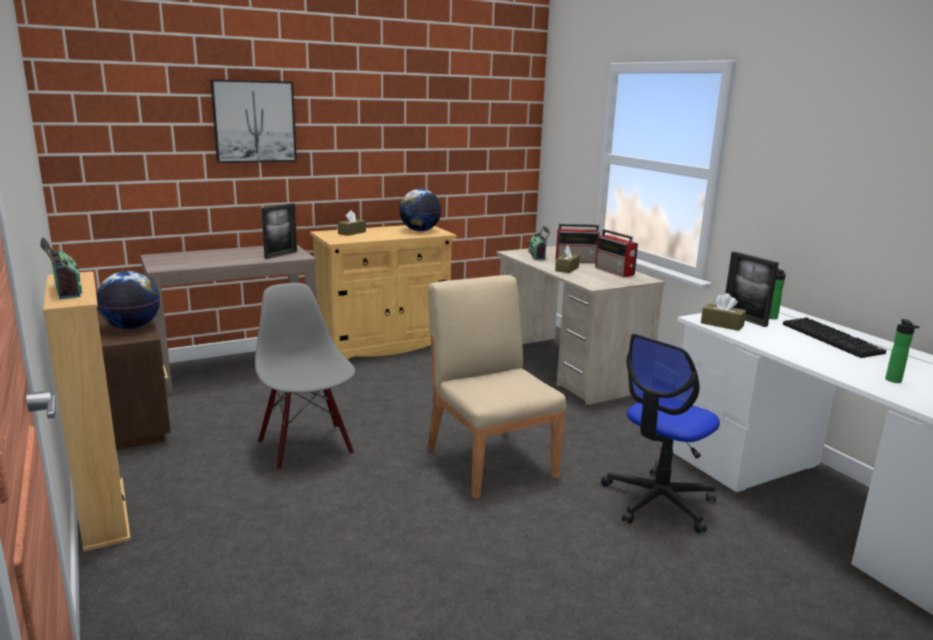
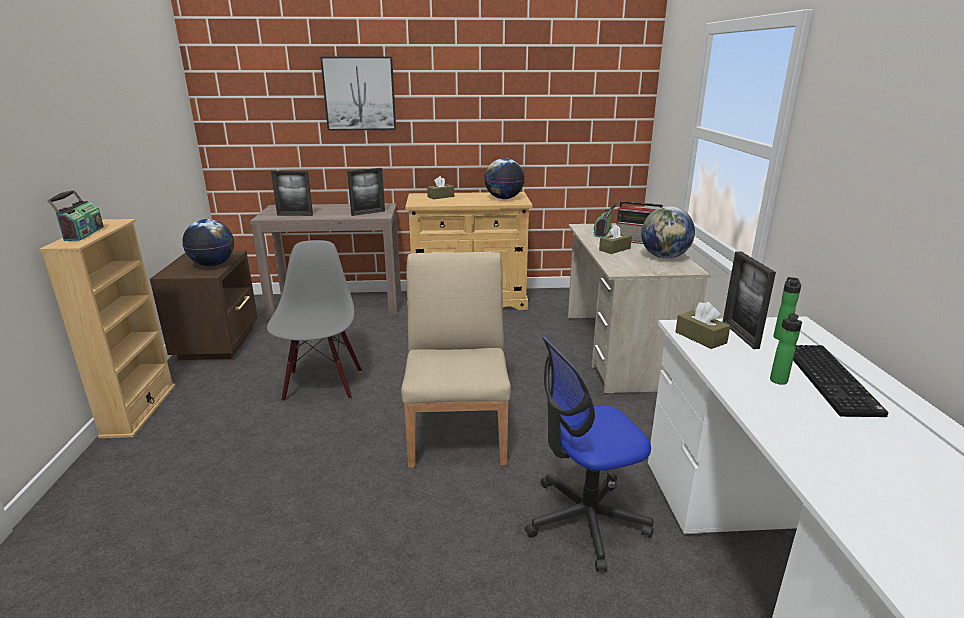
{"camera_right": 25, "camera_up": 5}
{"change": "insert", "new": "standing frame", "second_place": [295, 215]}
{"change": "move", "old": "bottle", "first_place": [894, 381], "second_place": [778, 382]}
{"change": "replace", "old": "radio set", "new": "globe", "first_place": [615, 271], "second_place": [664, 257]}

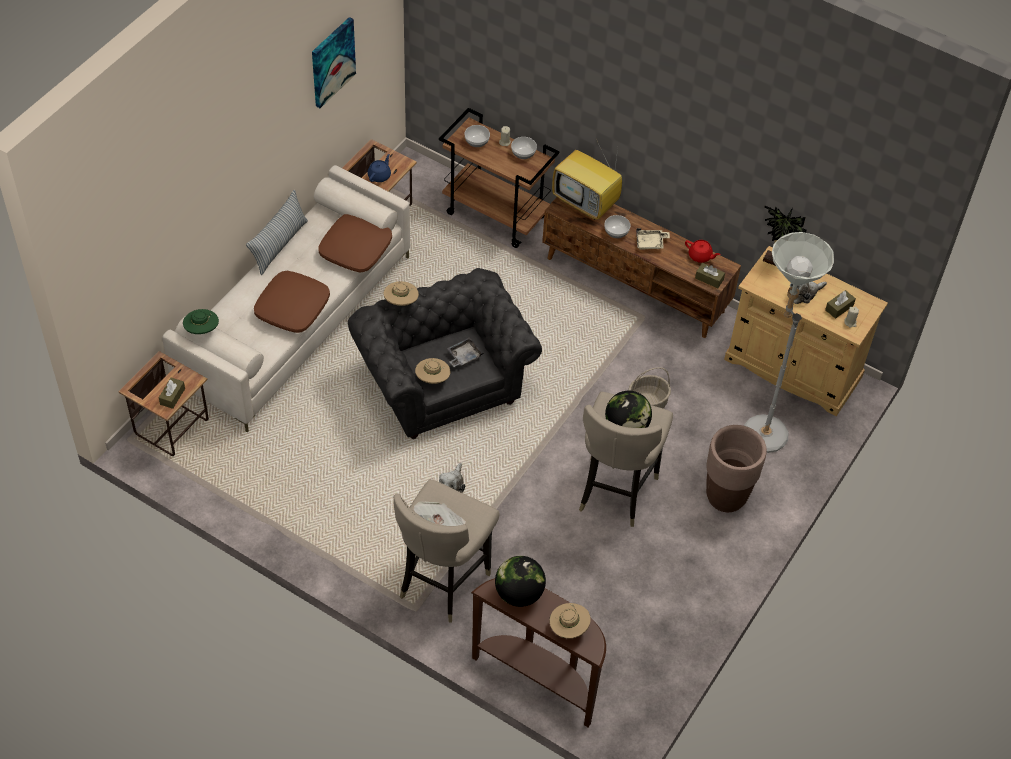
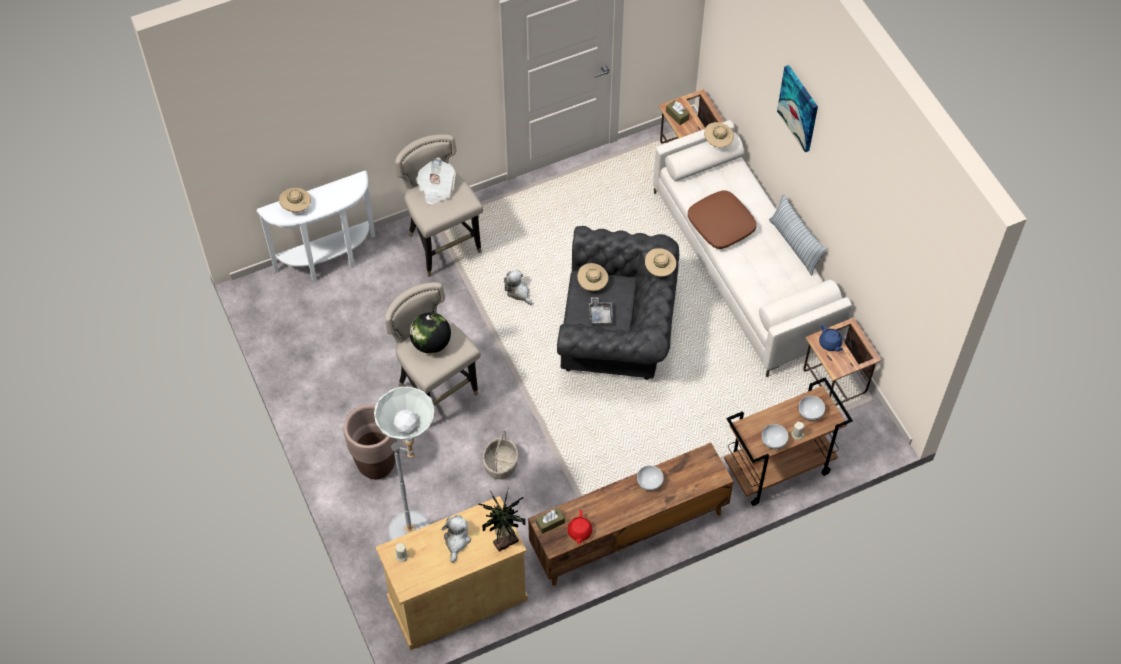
{"camera_right": 125, "camera_up": 5}
{"change": "delete", "old": "brown-coloured pillow", "first_place": [355, 248]}
{"change": "delete", "old": "globe", "first_place": [519, 594]}
{"change": "delete", "old": "TV set", "first_place": [586, 203]}
{"change": "delete", "old": "sand-coloured carrying tray", "first_place": [650, 243]}
{"change": "delete", "old": "brown-coloured tissue box", "first_place": [839, 308]}
{"change": "move", "old": "wall art", "first_place": [332, 62], "second_place": [799, 108]}
{"change": "recolor", "old": "green-coloured wearable hat", "new": "sand-coloured wearable hat", "first_place": [202, 330], "second_place": [718, 142]}
{"change": "recolor", "old": "brown-coloured console table", "new": "whitish console table", "first_place": [539, 678], "second_place": [329, 262]}
{"change": "rotate", "old": "red pot for tea", "first_place": [700, 256], "second_place": [579, 532], "degrees": -60}

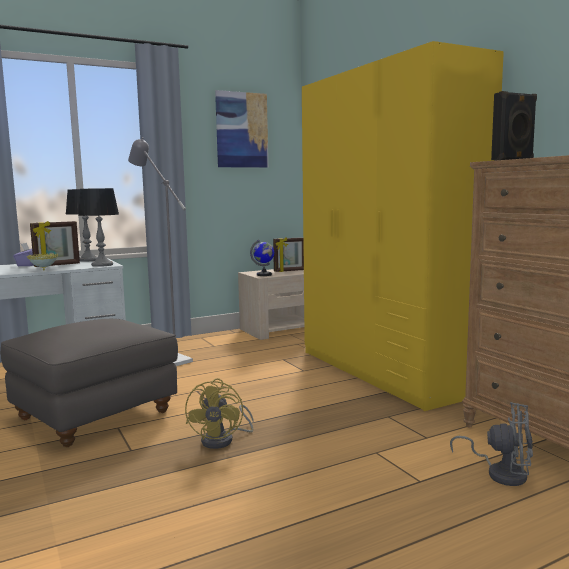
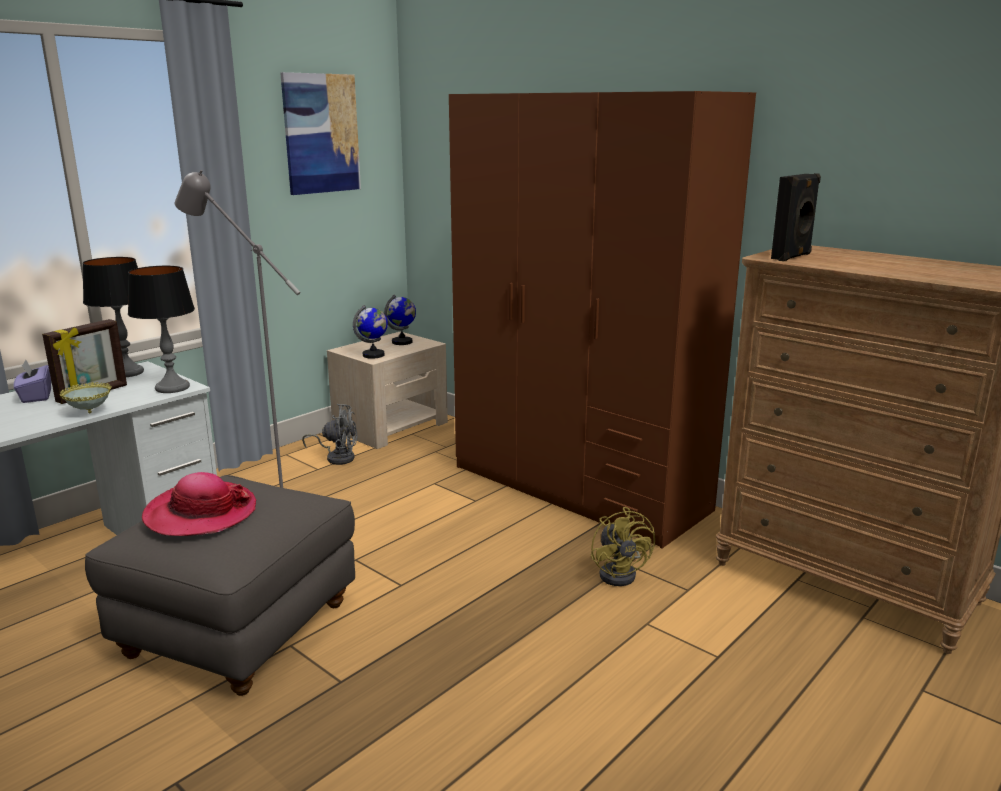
{"camera_right": -20, "camera_up": 10}
{"change": "insert", "new": "wearable hat", "second_place": [201, 513]}
{"change": "move", "old": "yellow fan", "first_place": [223, 440], "second_place": [621, 573]}
{"change": "move", "old": "greyish fan", "first_place": [501, 473], "second_place": [337, 457]}
{"change": "replace", "old": "standing frame", "new": "globe", "first_place": [290, 271], "second_place": [402, 342]}
{"change": "recolor", "old": "yellow wardrobe", "new": "brown-coloured wardrobe", "first_place": [385, 371], "second_place": [578, 488]}

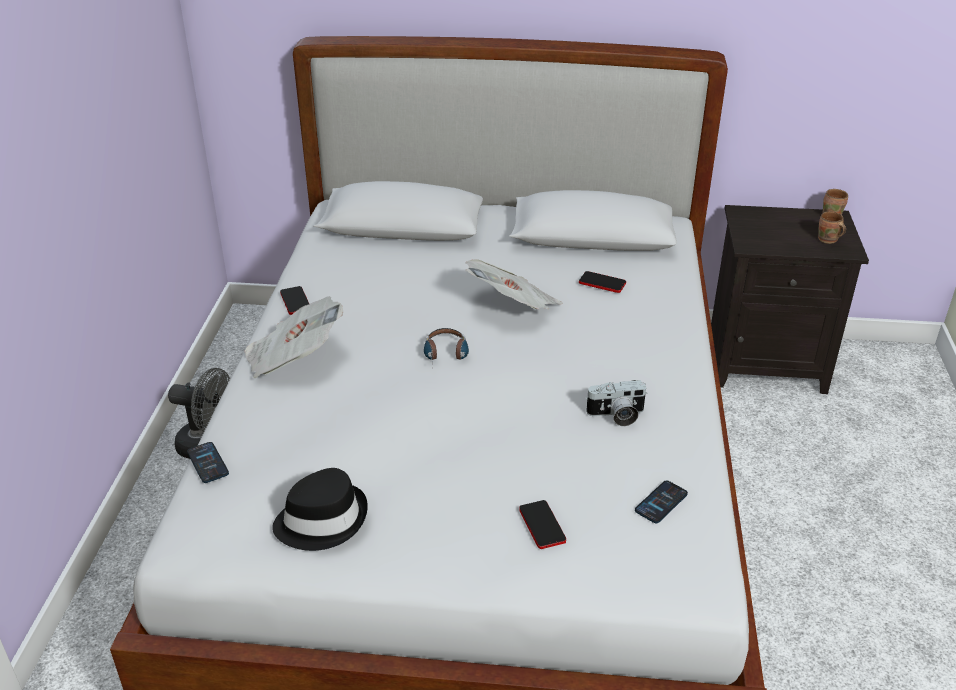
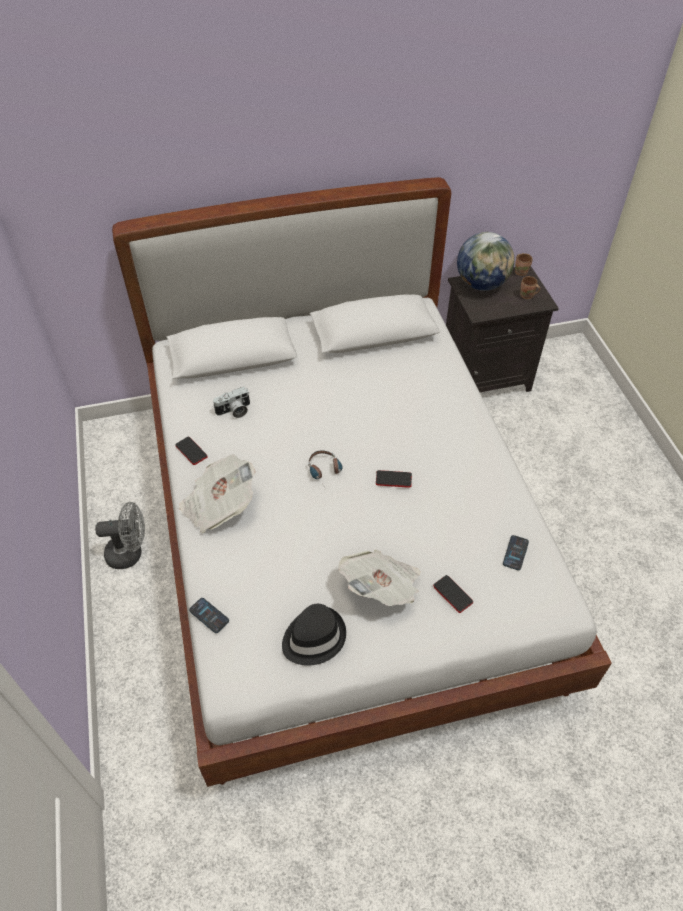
{"camera_right": -20, "camera_up": 15}
{"change": "insert", "new": "globe", "second_place": [481, 284]}
{"change": "move", "old": "newspaper", "first_place": [513, 307], "second_place": [382, 587]}
{"change": "move", "old": "telephone", "first_place": [602, 283], "second_place": [393, 479]}
{"change": "move", "old": "still camera", "first_place": [616, 415], "second_place": [234, 411]}

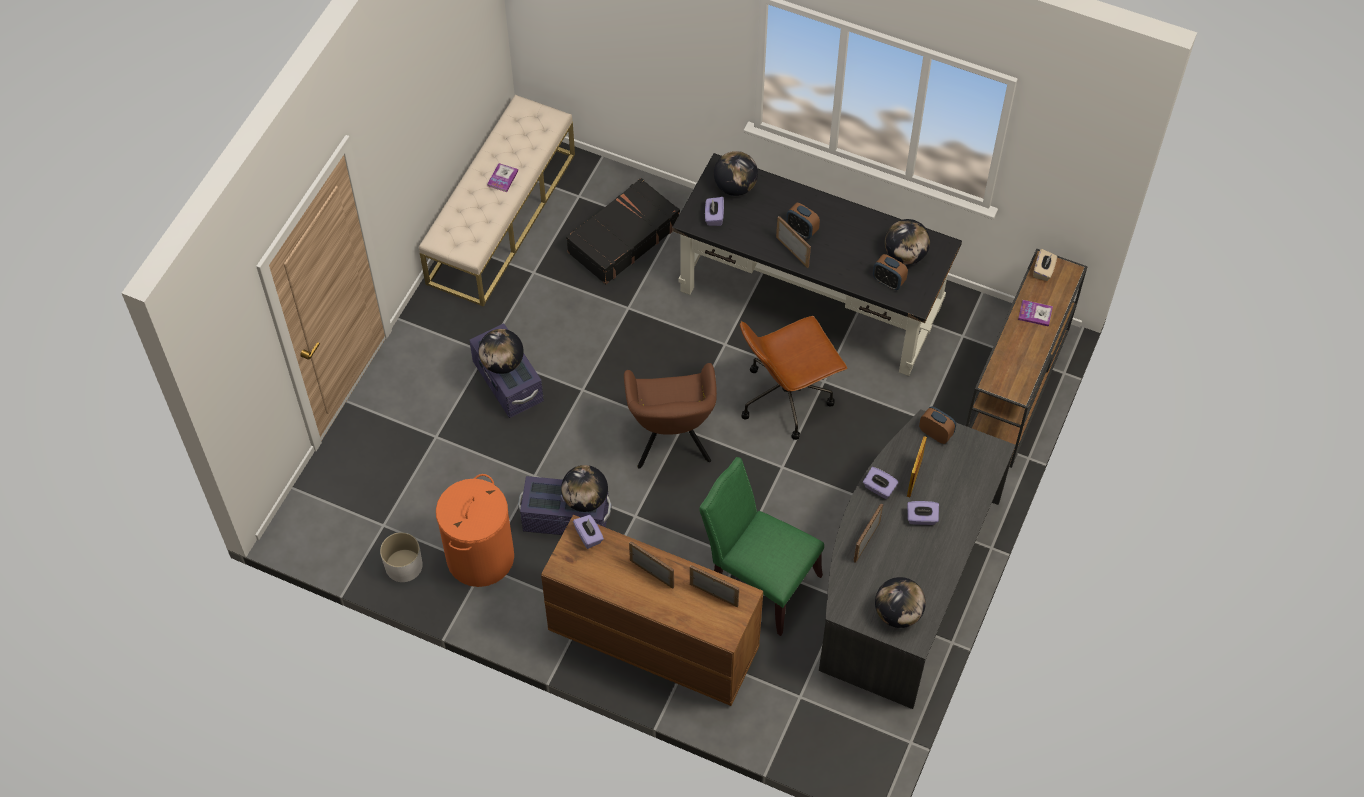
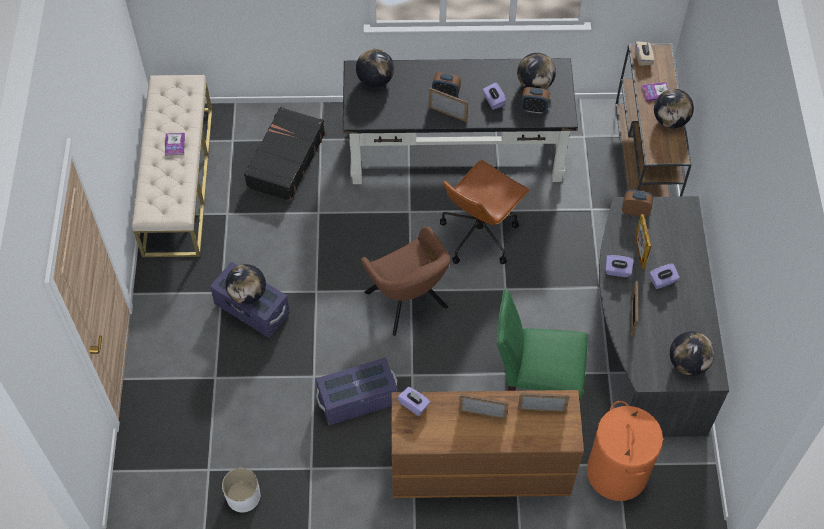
{"camera_right": -25, "camera_up": 0}
{"change": "move", "old": "orange washing basket", "first_place": [480, 556], "second_place": [616, 472]}
{"change": "move", "old": "globe", "first_place": [585, 499], "second_place": [670, 120]}
{"change": "move", "old": "purple tissue box", "first_place": [714, 217], "second_place": [493, 101]}

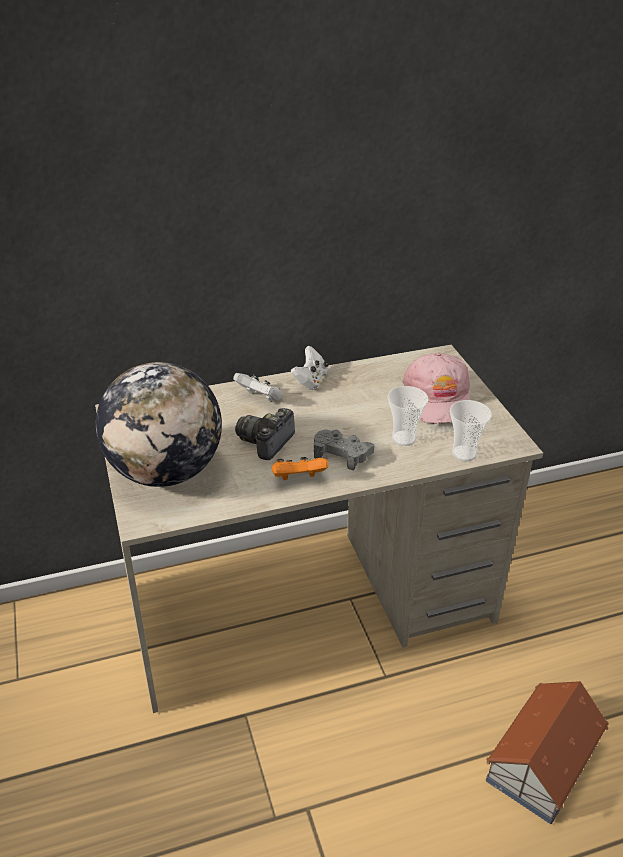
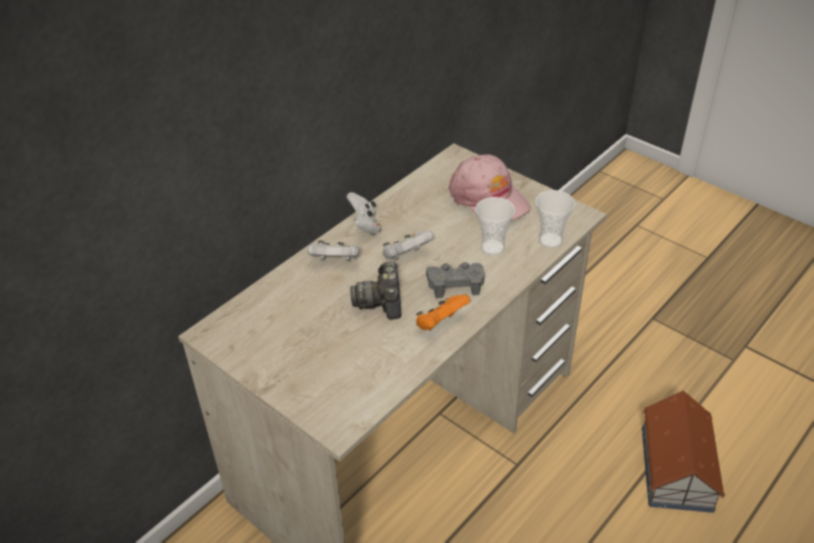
{"camera_right": -30, "camera_up": 5}
{"change": "delete", "old": "globe", "first_place": [166, 471]}
{"change": "insert", "new": "whitish gamepad", "second_place": [406, 256]}

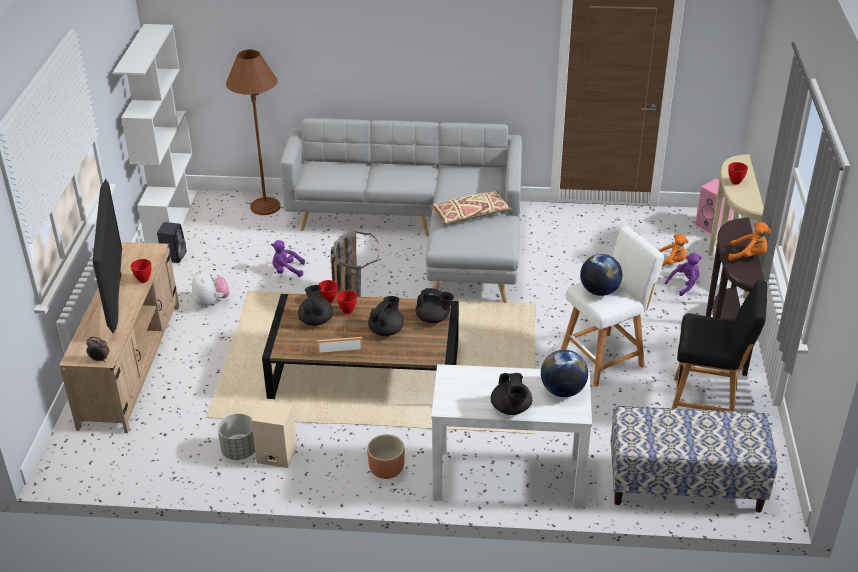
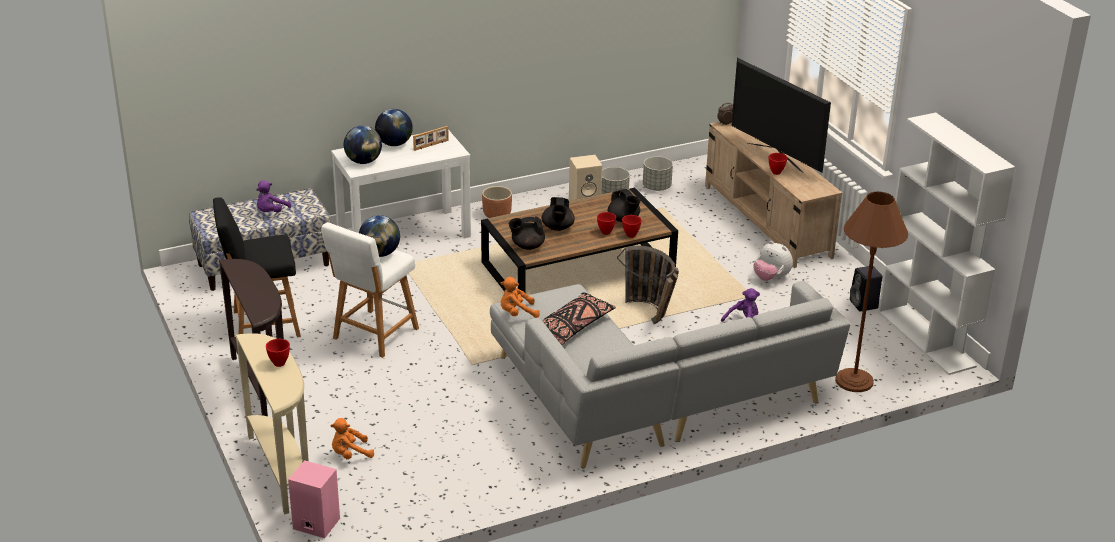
{"camera_right": 150, "camera_up": -5}
{"change": "insert", "new": "greyish plant pot", "second_place": [656, 187]}
{"change": "move", "old": "standing frame", "first_place": [340, 352], "second_place": [431, 145]}
{"change": "move", "old": "purple plush toy", "first_place": [684, 284], "second_place": [271, 212]}
{"change": "move", "old": "orange plush toy", "first_place": [749, 255], "second_place": [517, 313]}
{"change": "replace", "old": "black-coloured pot for tea", "new": "globe", "first_place": [511, 409], "second_place": [394, 144]}
{"change": "recolor", "old": "sand-coloured pillow", "new": "black-coloured pillow", "first_place": [470, 215], "second_place": [573, 326]}

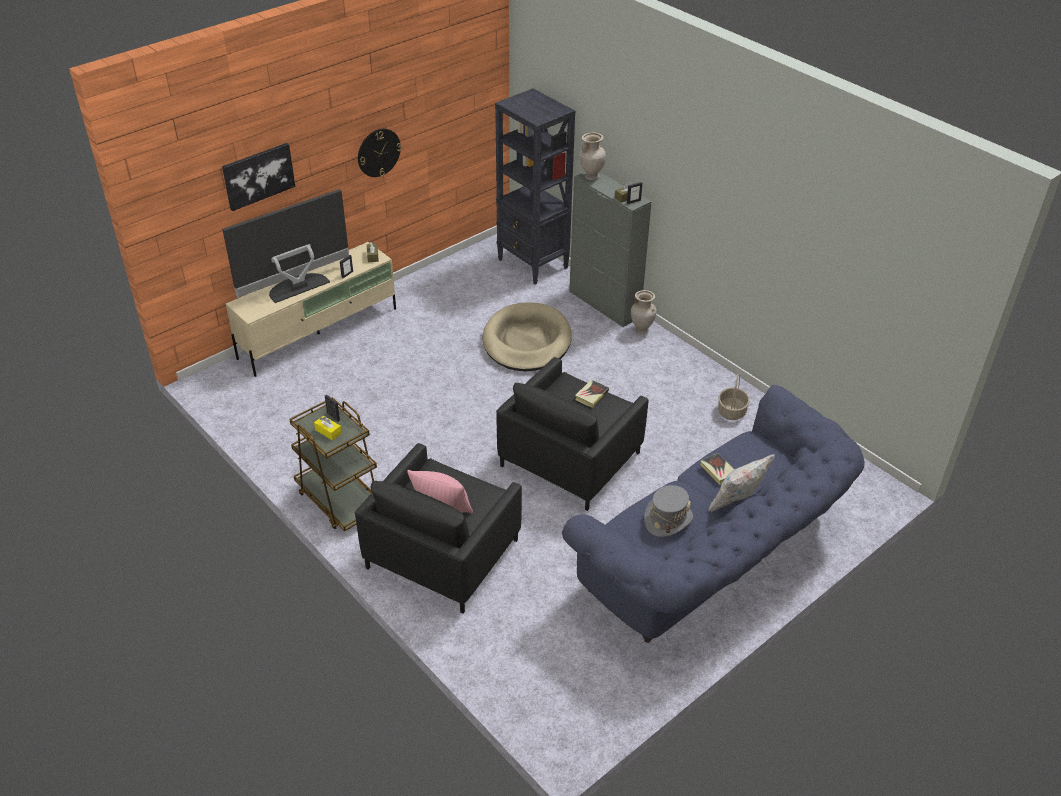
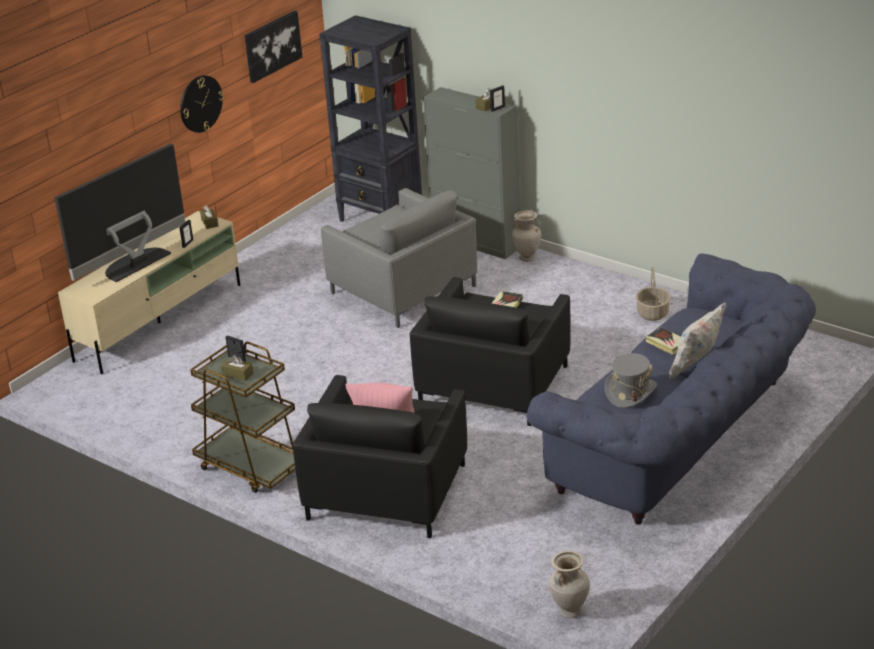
{"camera_right": -10, "camera_up": -10}
{"change": "move", "old": "wall art", "first_place": [258, 175], "second_place": [272, 46]}
{"change": "move", "old": "sand-coloured vase", "first_place": [591, 176], "second_place": [569, 611]}
{"change": "replace", "old": "sand-coloured dog cushion", "new": "greyish easy chair", "first_place": [527, 341], "second_place": [403, 289]}
{"change": "recolor", "old": "yellow tissue box", "new": "brown-coloured tissue box", "first_place": [328, 431], "second_place": [237, 374]}

